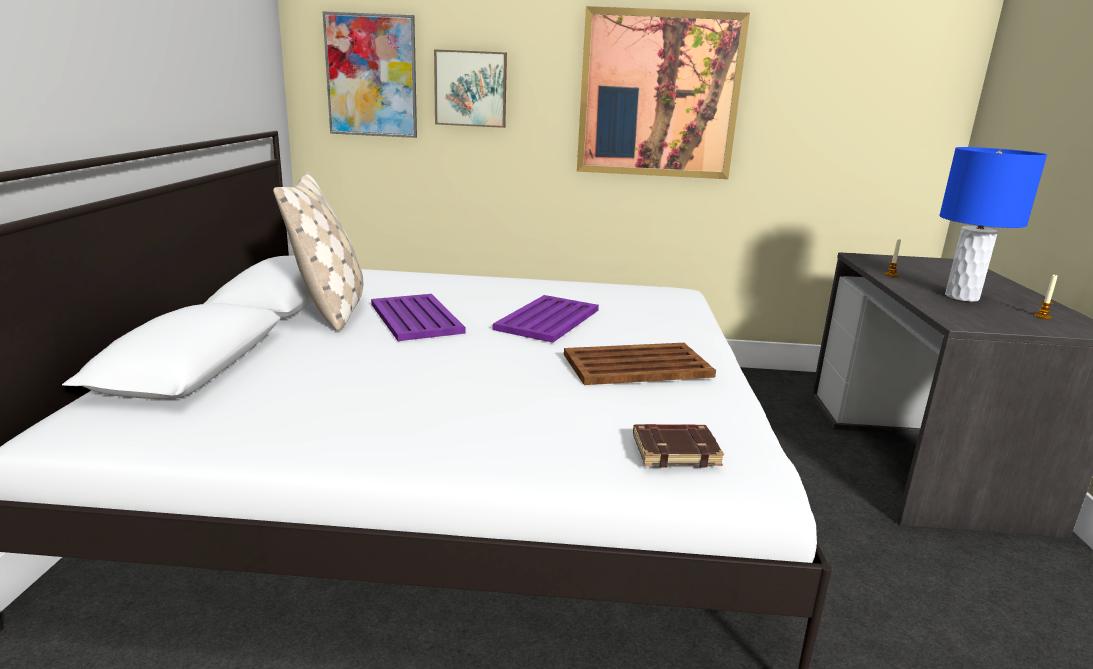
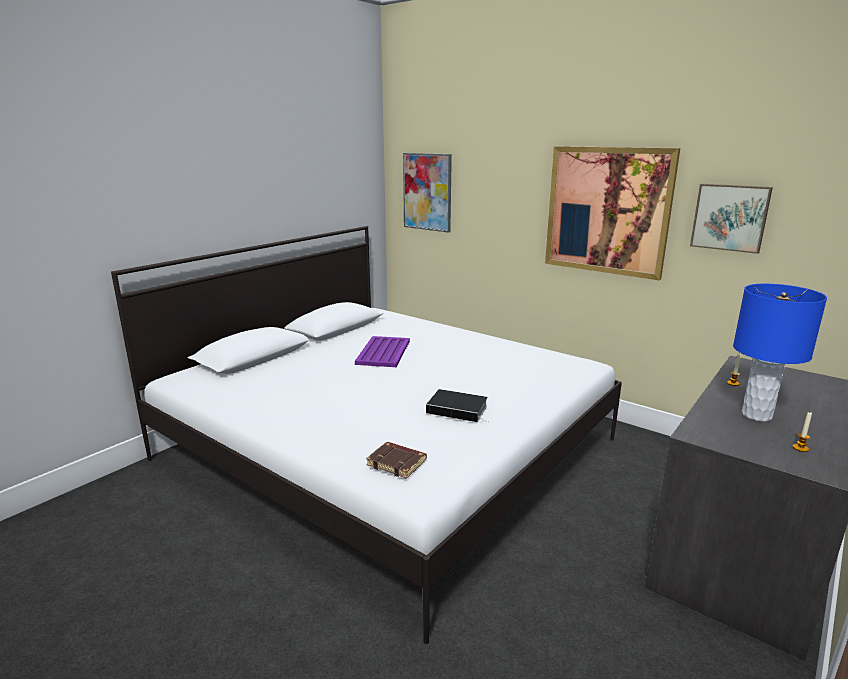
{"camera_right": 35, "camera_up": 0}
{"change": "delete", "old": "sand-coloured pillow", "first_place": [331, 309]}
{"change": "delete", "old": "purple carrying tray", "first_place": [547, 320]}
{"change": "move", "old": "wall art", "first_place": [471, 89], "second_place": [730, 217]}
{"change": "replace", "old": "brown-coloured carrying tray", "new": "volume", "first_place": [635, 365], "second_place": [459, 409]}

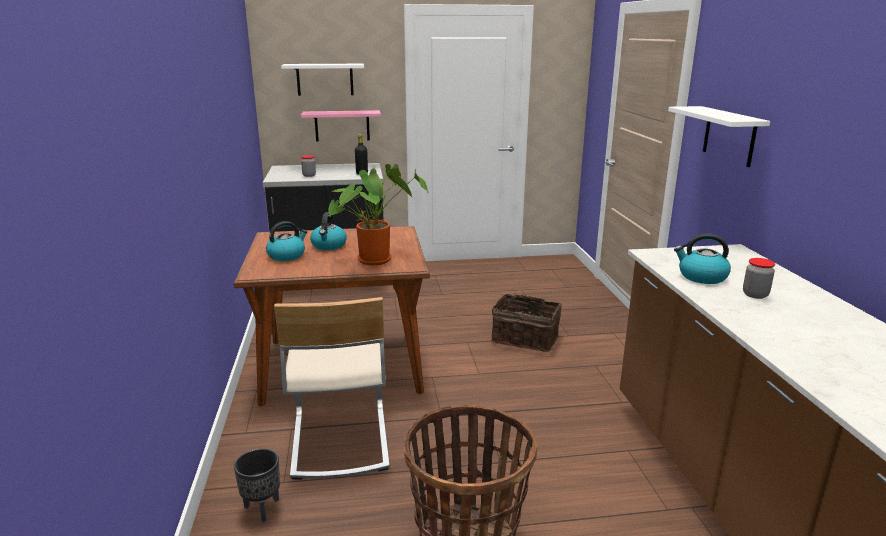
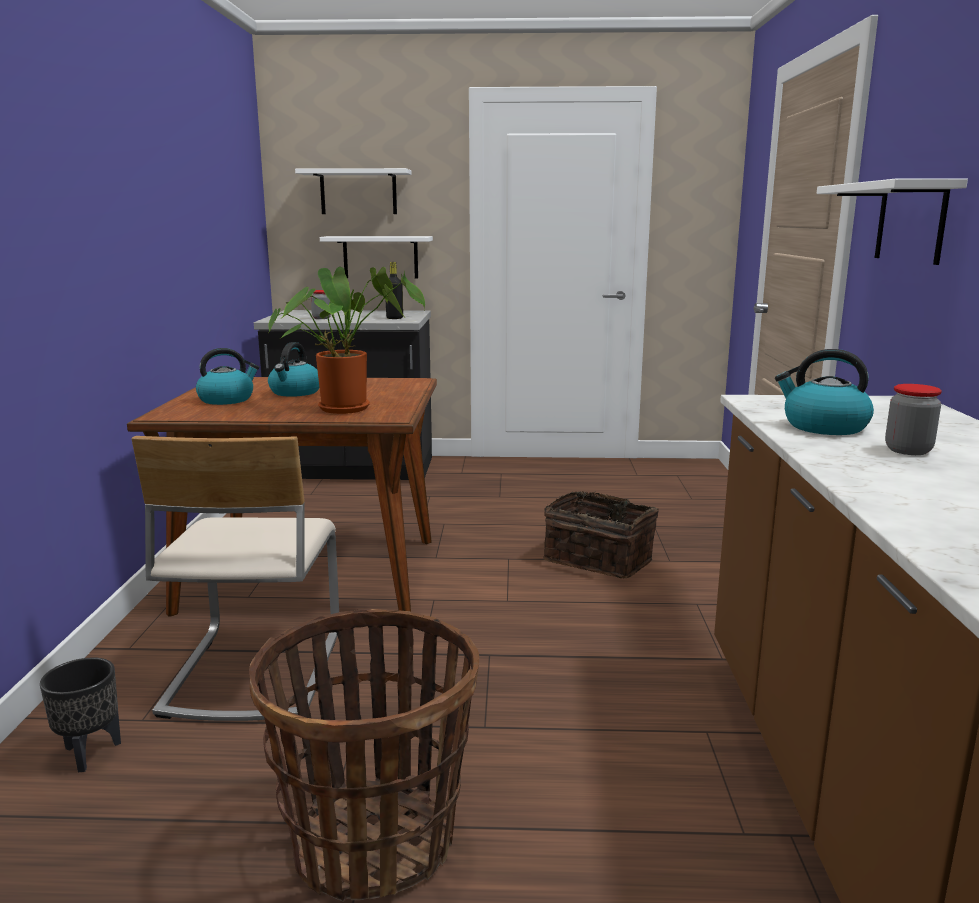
{"camera_right": 10, "camera_up": -5}
{"change": "recolor", "old": "pink shelf", "new": "whitish shelf", "first_place": [342, 125], "second_place": [380, 257]}

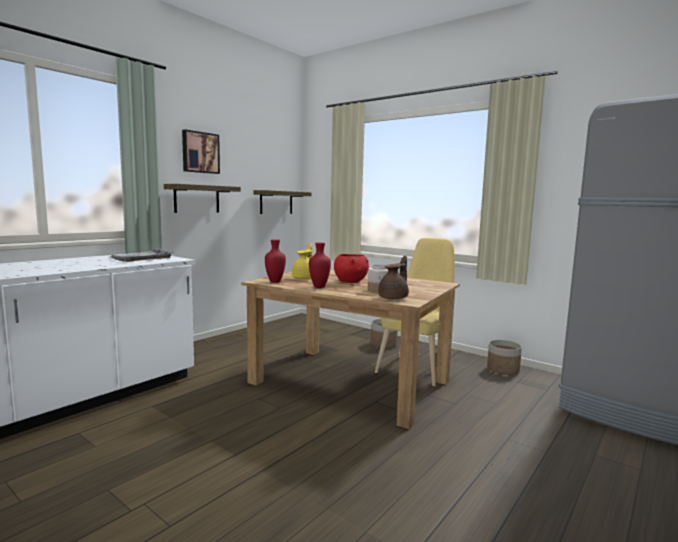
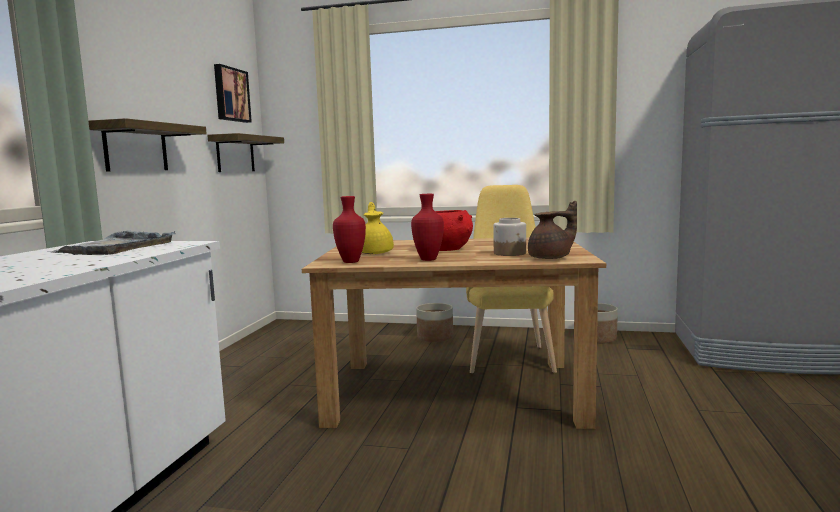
{"camera_right": -25, "camera_up": 0}
{"change": "move", "old": "wall art", "first_place": [200, 152], "second_place": [230, 94]}
{"change": "rotate", "old": "brown-coloured pot for tea", "first_place": [394, 298], "second_place": [551, 258], "degrees": 60}

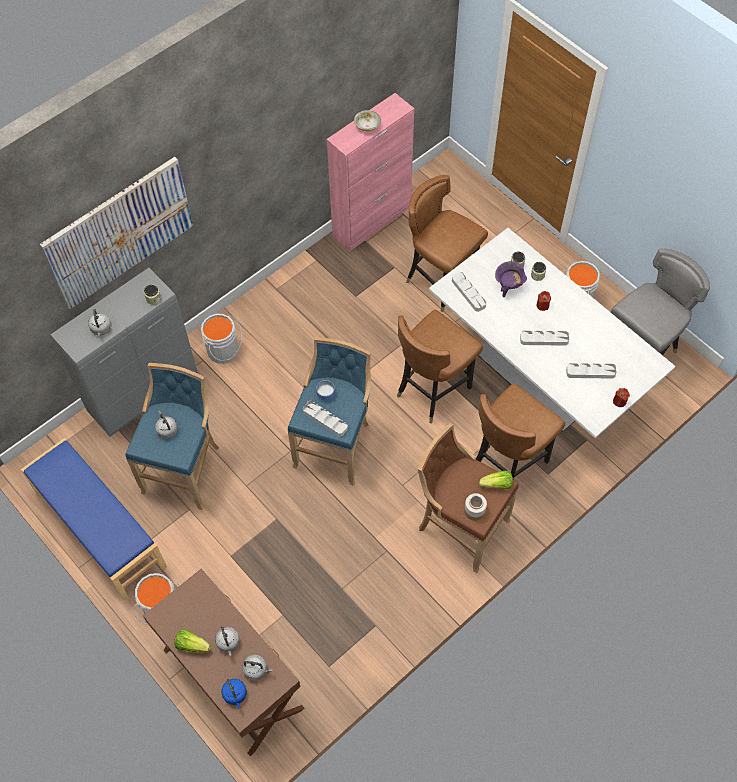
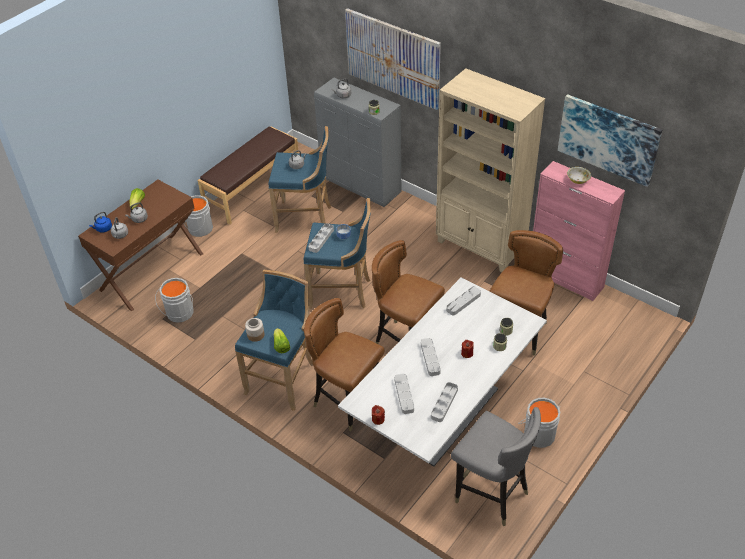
{"camera_right": 80, "camera_up": -15}
{"change": "delete", "old": "purple cooking pot", "first_place": [508, 286]}
{"change": "insert", "new": "greyish carrying tray", "second_place": [444, 403]}
{"change": "insert", "new": "sand-coloured shelving unit", "second_place": [481, 247]}
{"change": "insert", "new": "wall art", "second_place": [608, 139]}
{"change": "move", "old": "greyish water bucket", "first_place": [224, 351], "second_place": [179, 314]}
{"change": "recolor", "old": "blue indoor bench", "new": "brown-coloured indoor bench", "first_place": [99, 530], "second_place": [252, 189]}
{"change": "recolor", "old": "brown-coloured stool", "new": "blue stool", "first_place": [460, 526], "second_place": [283, 378]}

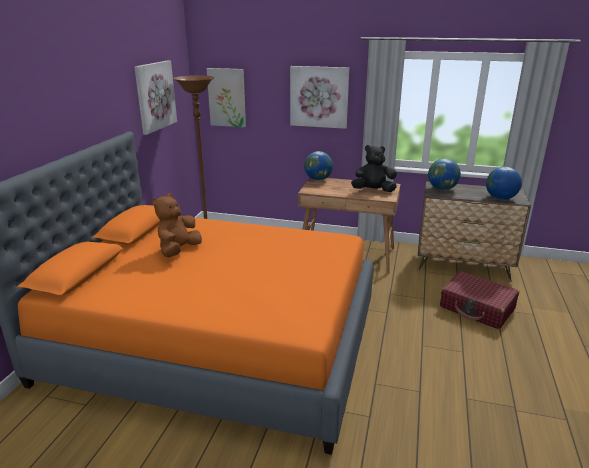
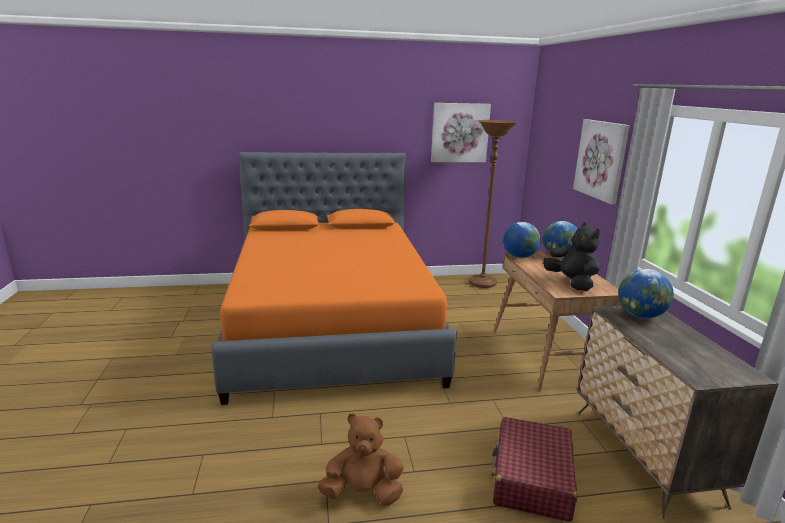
{"camera_right": 65, "camera_up": -5}
{"change": "delete", "old": "wall art", "first_place": [227, 97]}
{"change": "move", "old": "brown-coloured plush toy", "first_place": [178, 250], "second_place": [363, 492]}
{"change": "move", "old": "globe", "first_place": [500, 198], "second_place": [519, 256]}

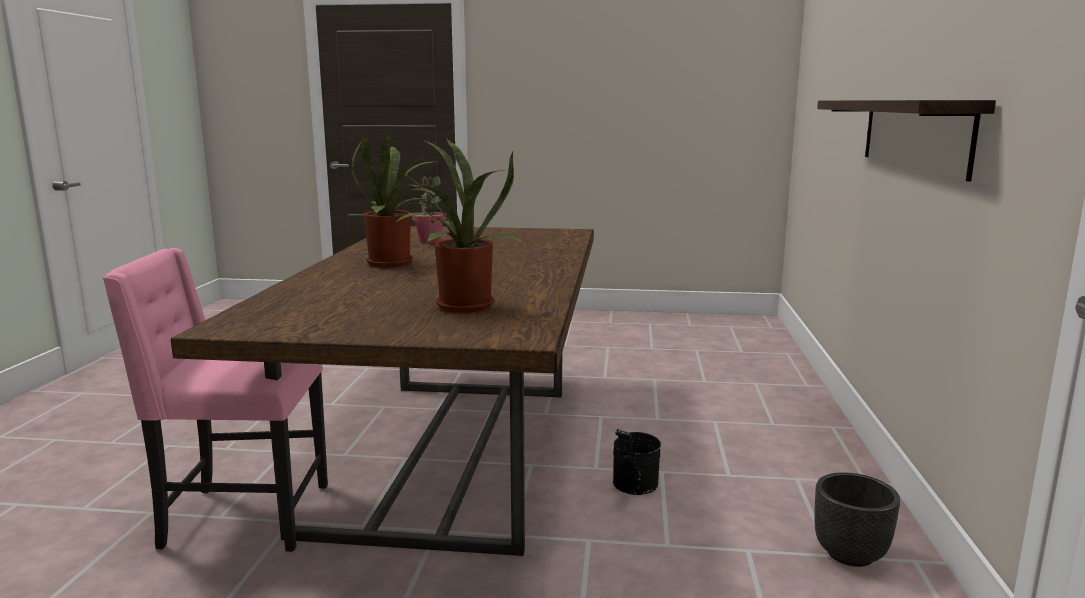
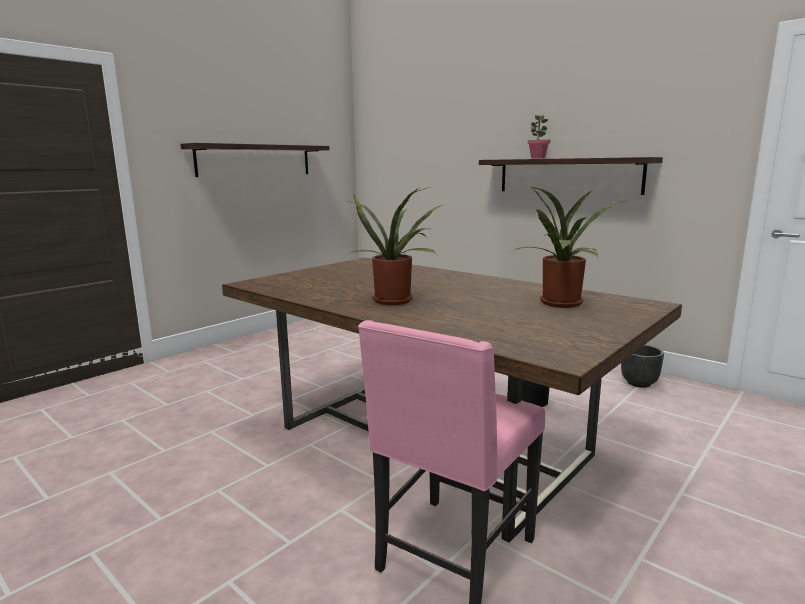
{"camera_right": -55, "camera_up": 0}
{"change": "insert", "new": "shelf", "second_place": [255, 160]}
{"change": "move", "old": "plant in a pot", "first_place": [429, 241], "second_place": [537, 158]}

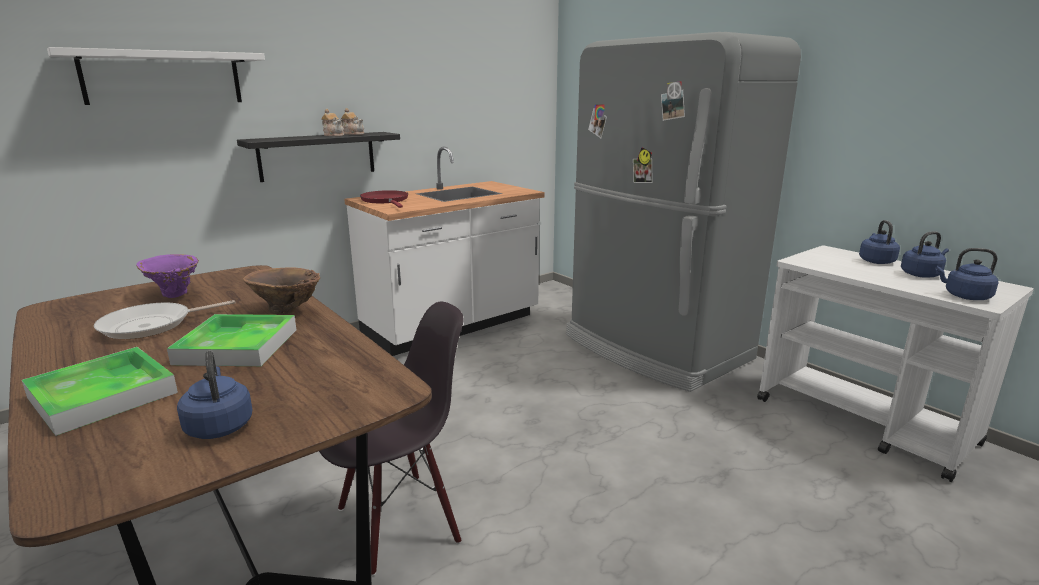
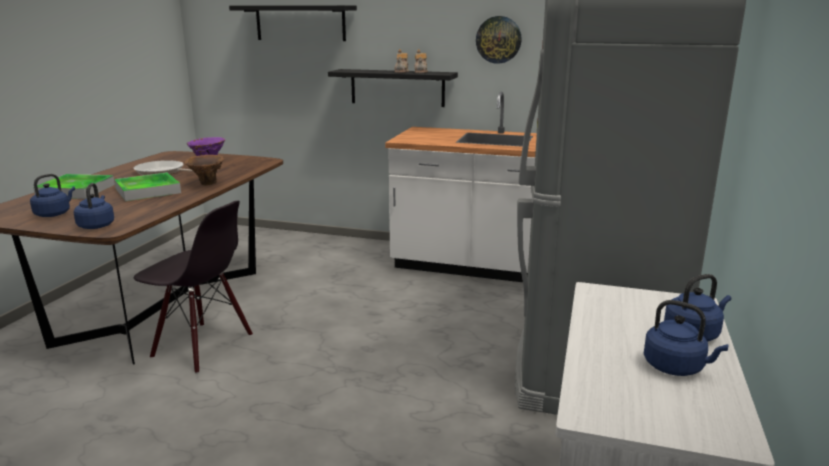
{"camera_right": 55, "camera_up": 0}
{"change": "delete", "old": "red frying pan", "first_place": [386, 201]}
{"change": "insert", "new": "clock on the wall", "second_place": [498, 39]}
{"change": "move", "old": "blue water kettle", "first_place": [964, 296], "second_place": [97, 225]}
{"change": "recolor", "old": "whitish shelf", "new": "black-coloured shelf", "first_place": [163, 78], "second_place": [300, 23]}

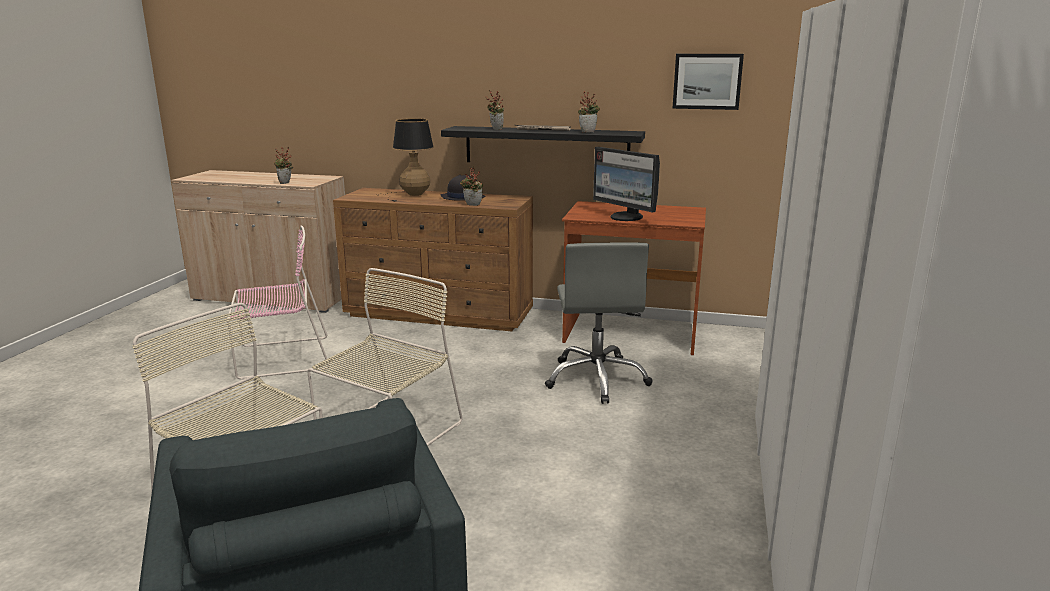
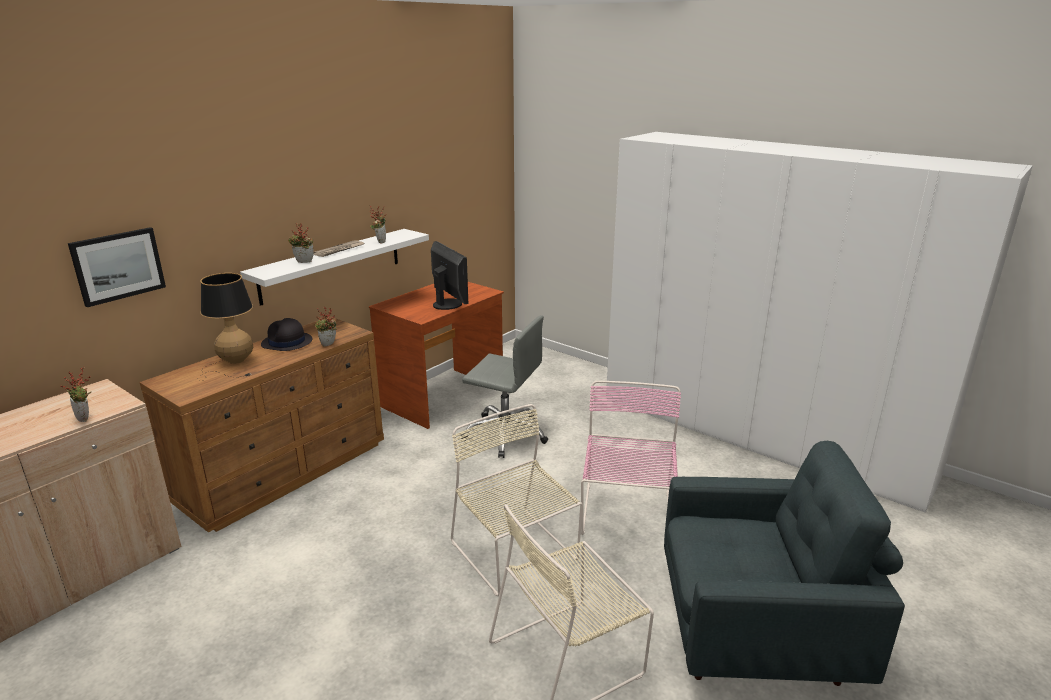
{"camera_right": -65, "camera_up": 5}
{"change": "move", "old": "pink upright chair", "first_place": [280, 358], "second_place": [626, 515]}
{"change": "move", "old": "wall art", "first_place": [707, 81], "second_place": [118, 265]}
{"change": "recolor", "old": "black-coloured shelf", "new": "whitish shelf", "first_place": [546, 146], "second_place": [332, 265]}
{"change": "rotate", "old": "computer screen", "first_place": [626, 217], "second_place": [448, 304], "degrees": -105}

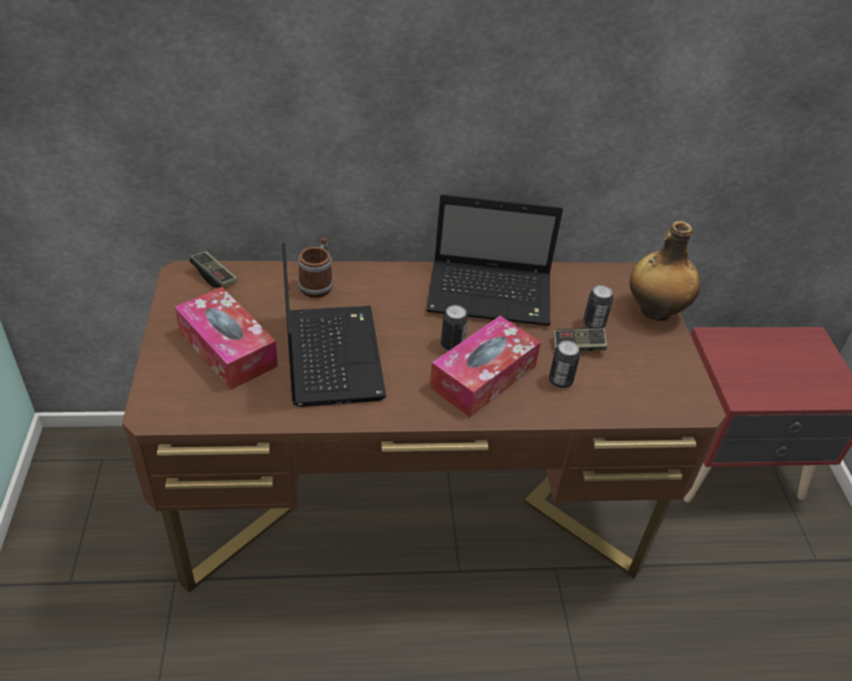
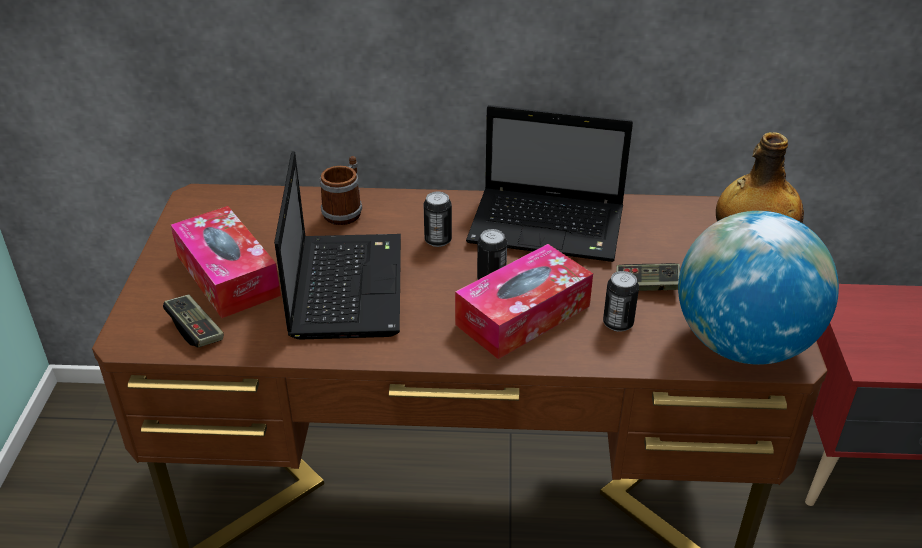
{"camera_right": 10, "camera_up": -5}
{"change": "insert", "new": "globe", "second_place": [742, 344]}
{"change": "move", "old": "gamepad", "first_place": [214, 276], "second_place": [195, 330]}
{"change": "move", "old": "can", "first_place": [593, 324], "second_place": [438, 240]}

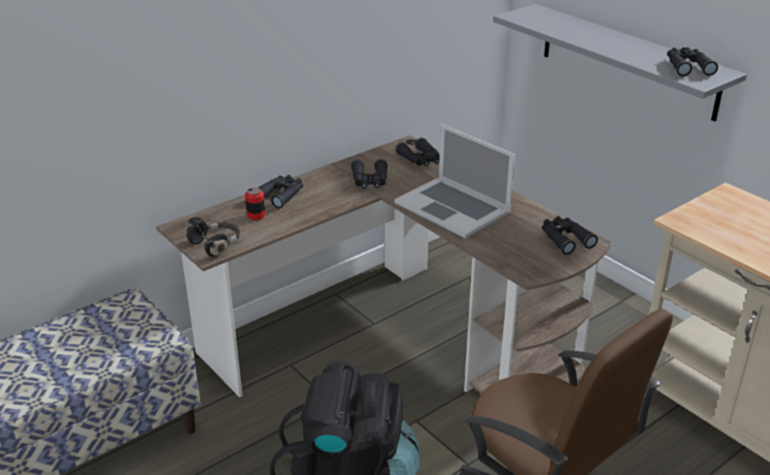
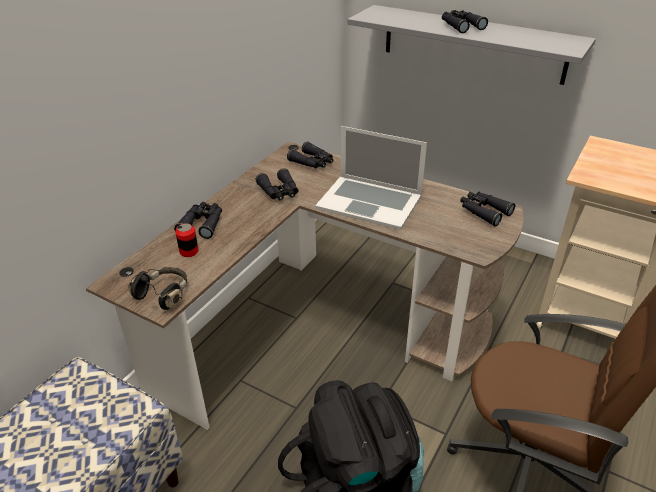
{"camera_right": -20, "camera_up": 5}
{"change": "move", "old": "black-coloured field glasses", "first_place": [687, 67], "second_place": [460, 26]}

